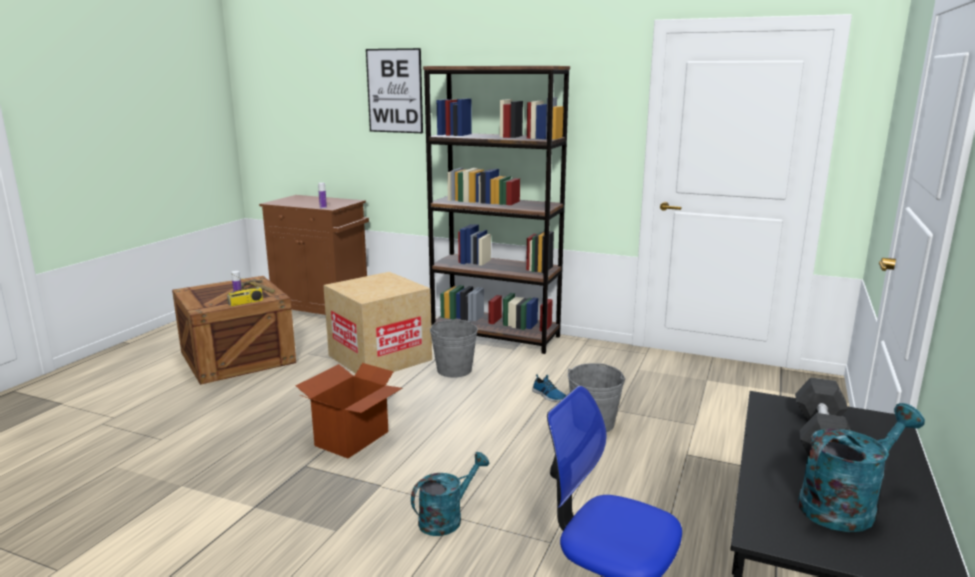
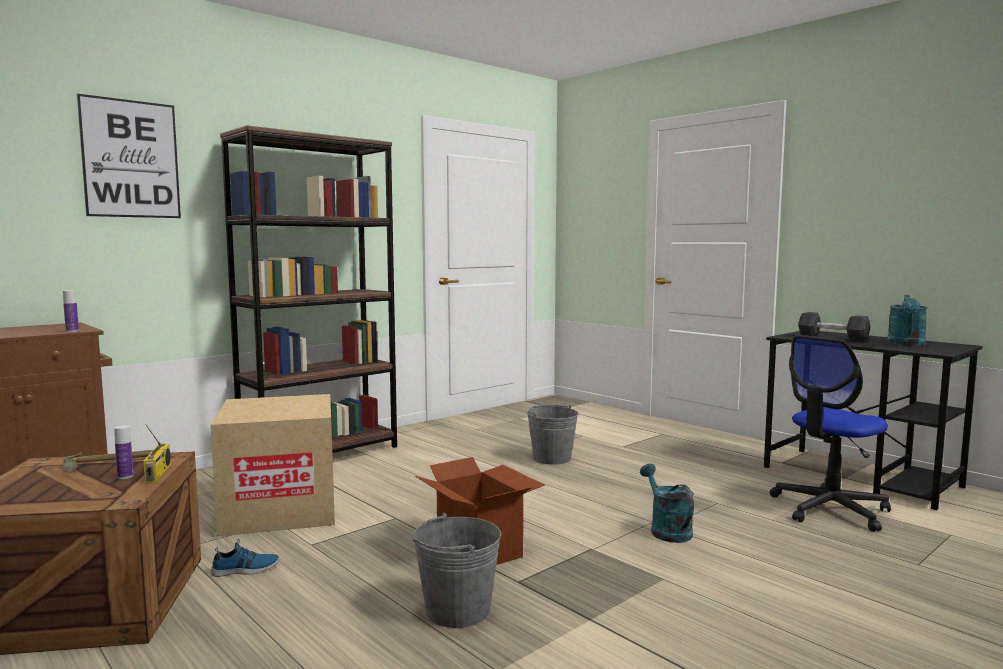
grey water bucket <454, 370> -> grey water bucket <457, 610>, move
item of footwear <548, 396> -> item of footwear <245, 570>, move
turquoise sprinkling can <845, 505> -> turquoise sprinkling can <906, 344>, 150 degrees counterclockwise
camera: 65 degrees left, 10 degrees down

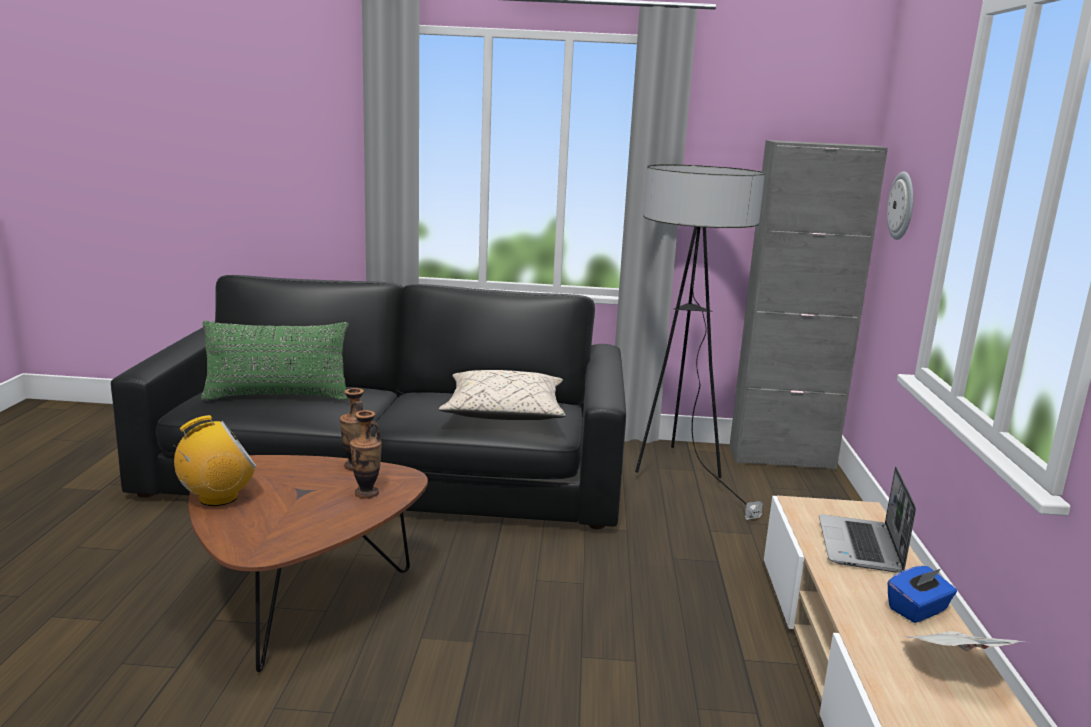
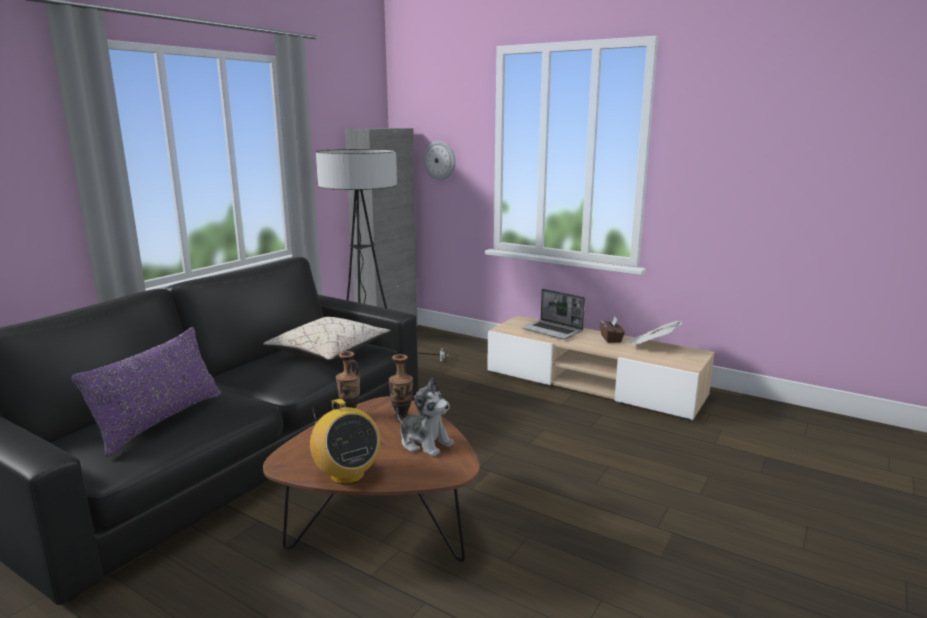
radio <218, 498> -> radio <347, 475>, 150 degrees clockwise
green-coloured throw pillow <277, 396> -> purplish throw pillow <161, 421>
blue tissue holder <918, 610> -> brown tissue holder <611, 339>
none -> cuddly toy <425, 443>
camera: 60 degrees left, 0 degrees up

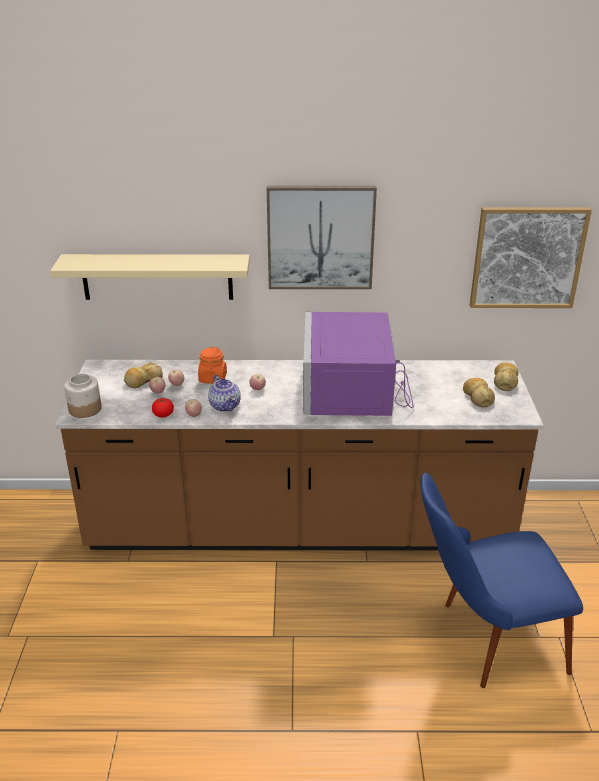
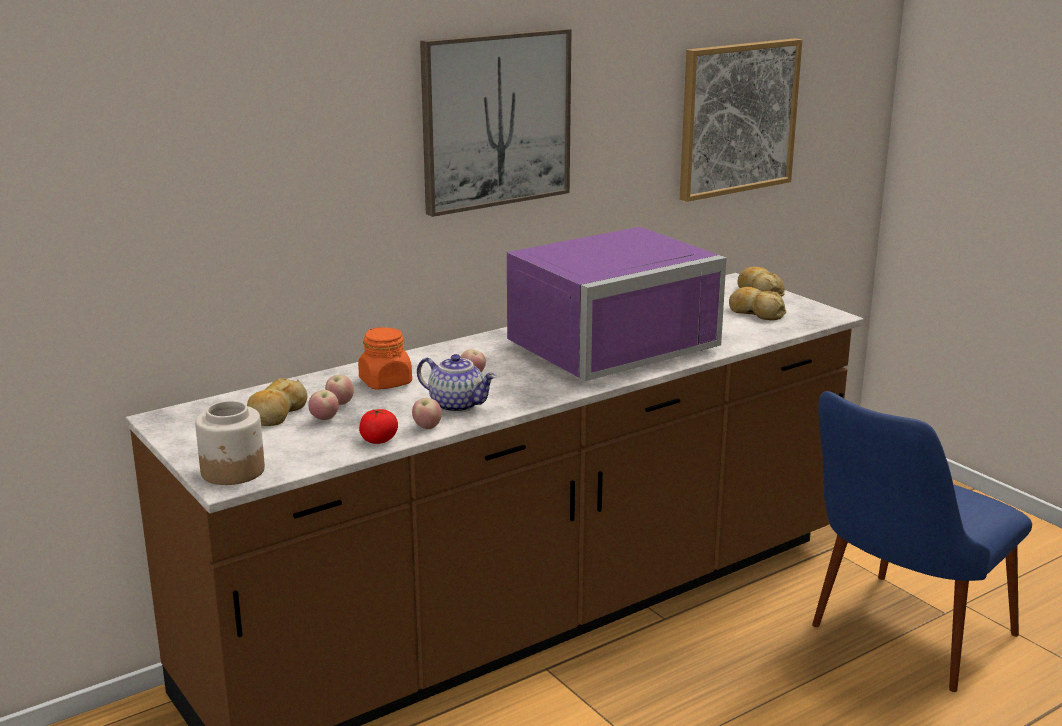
beige shelf <157, 277> -> none
purplish microwave oven <355, 390> -> purplish microwave oven <605, 343>, 90 degrees counterclockwise
camera: 35 degrees left, 10 degrees down

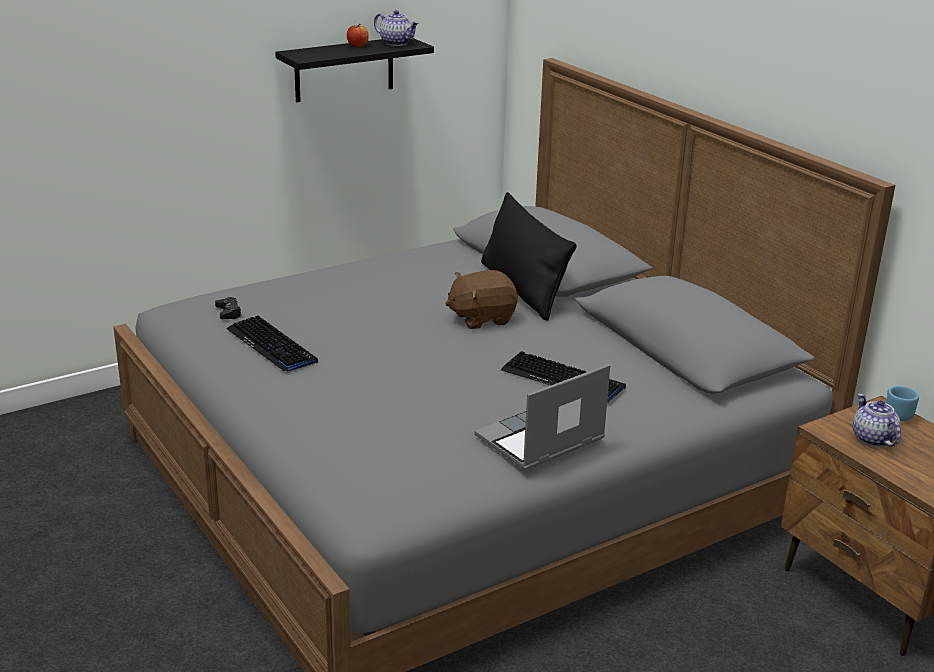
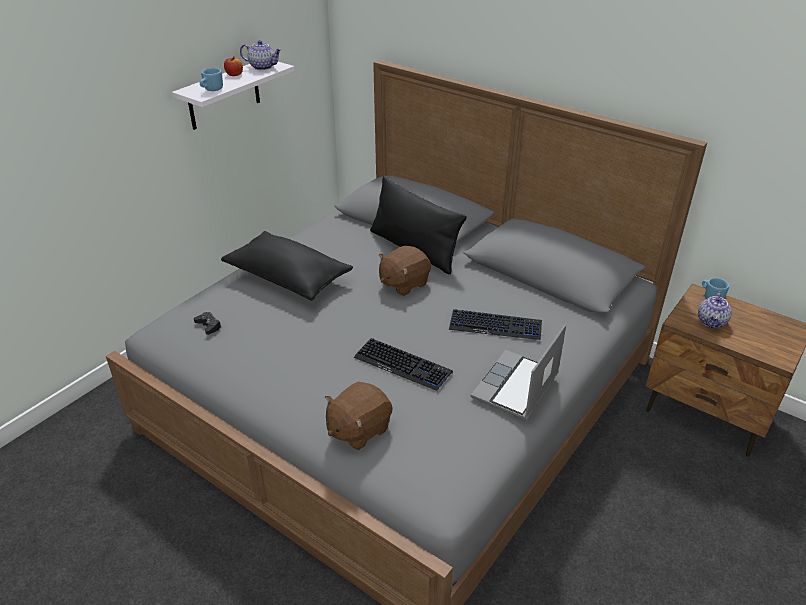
keyboard <272, 345> -> keyboard <403, 365>, move
blackish shelf <344, 69> -> white shelf <224, 94>
tea pot <872, 438> -> tea pot <712, 322>, 120 degrees counterclockwise
none -> blue tea mug <211, 90>
none -> blackish throw pillow <288, 278>
none -> brown cuddly toy <358, 429>
camera: 20 degrees left, 10 degrees up

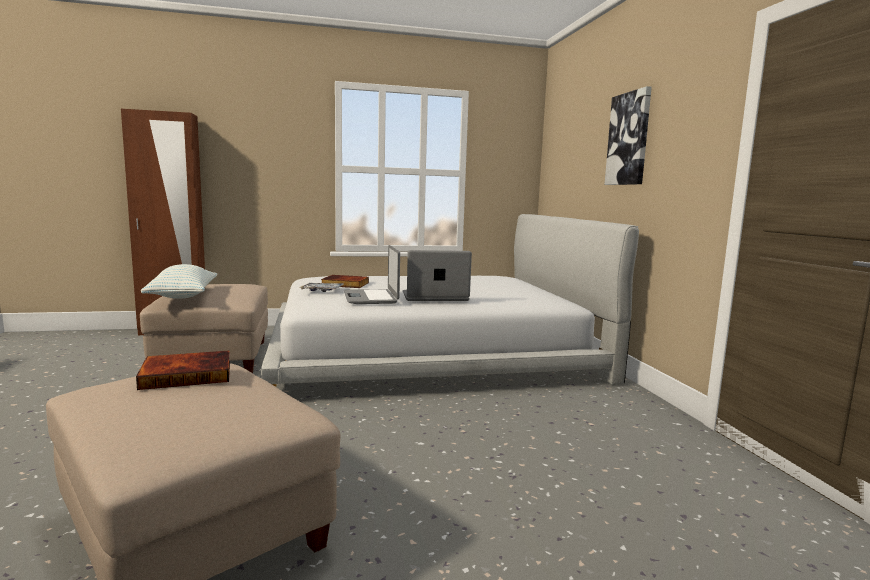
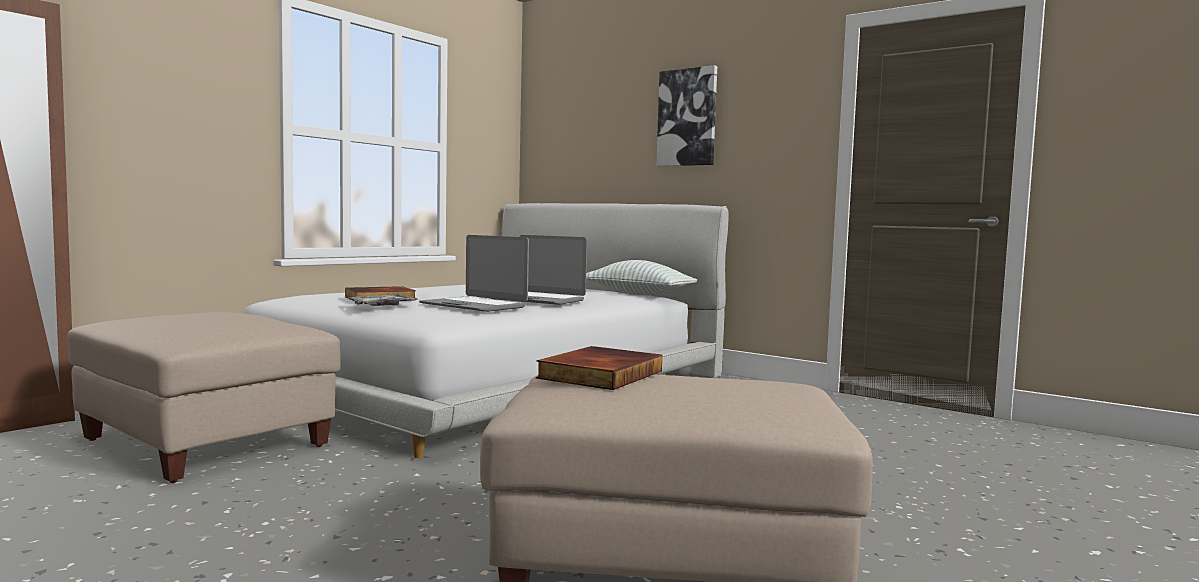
throw pillow <183, 296> -> throw pillow <638, 294>, move
laptop <435, 297> -> laptop <537, 300>, 105 degrees counterclockwise
camera: 40 degrees left, 5 degrees down

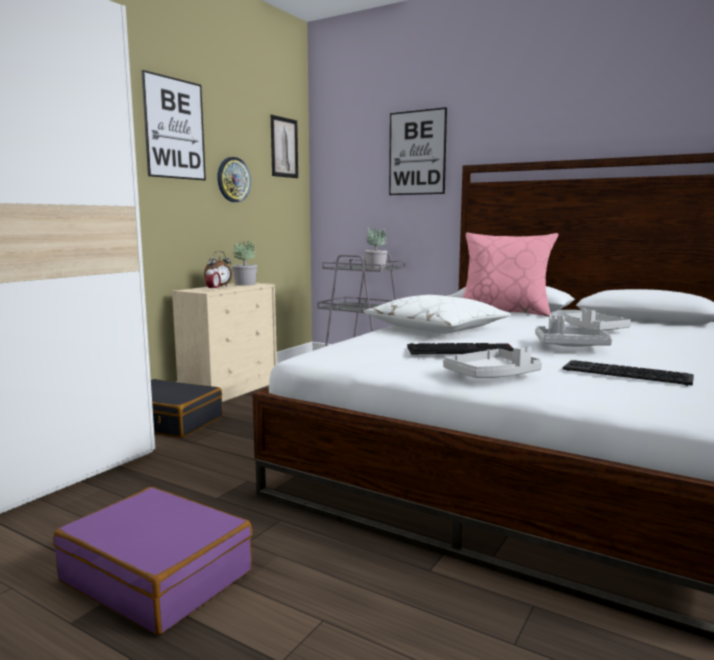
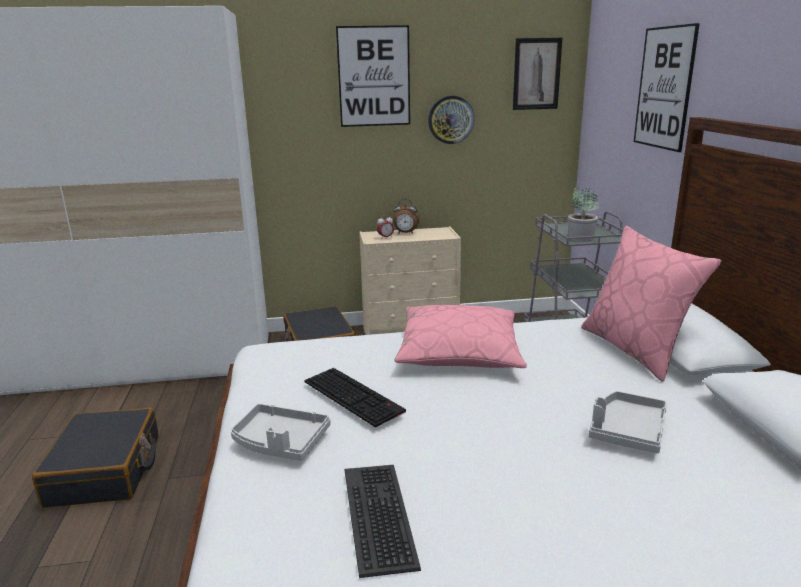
purplish suitcase <158, 576> -> blackish suitcase <106, 470>
plant in a pot <245, 284> -> none
white throw pillow <436, 329> -> pinkish throw pillow <459, 351>
grey serving tray <570, 345> -> none
camera: 50 degrees right, 10 degrees up

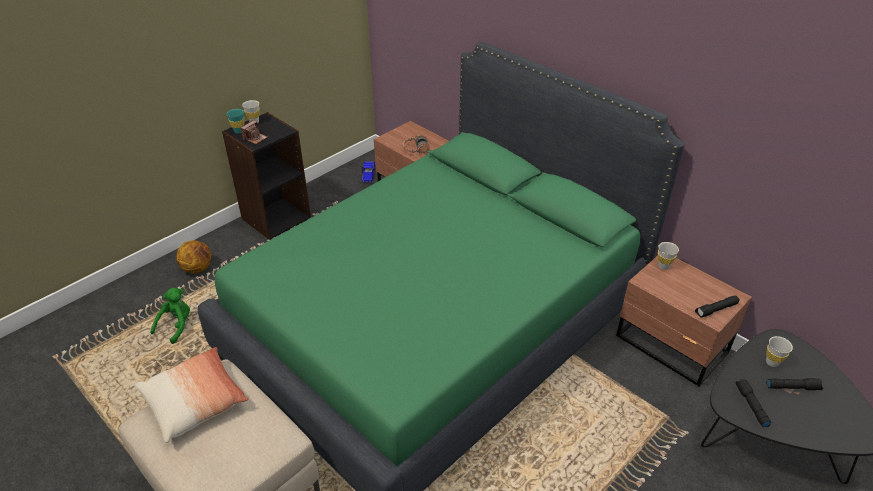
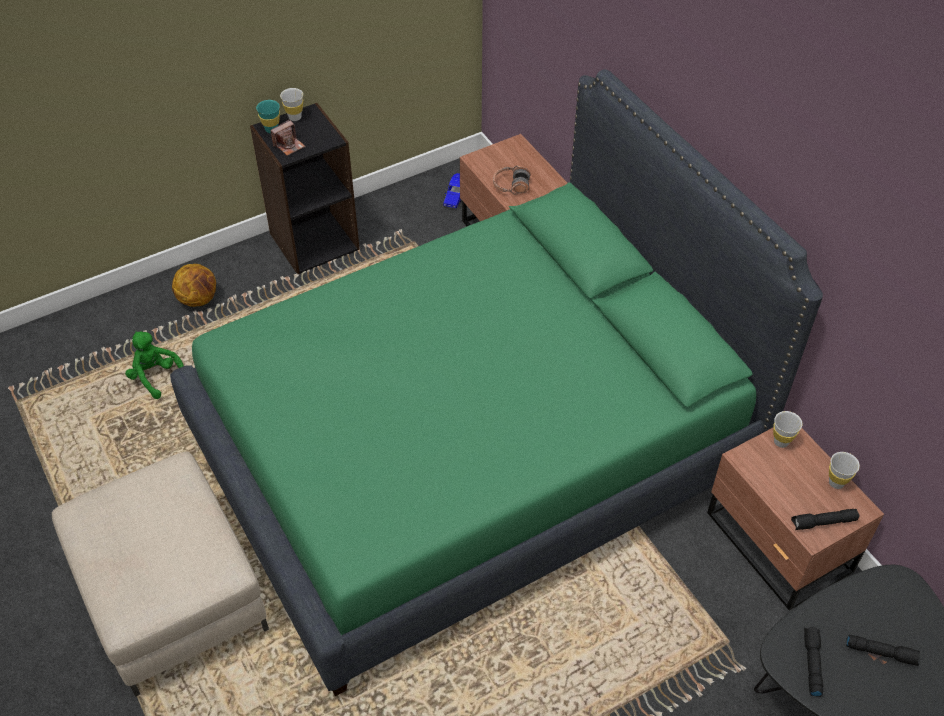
throw pillow <195, 402> -> none
green-coloured cuddly toy <176, 326> -> green-coloured cuddly toy <156, 377>, 90 degrees counterclockwise
white drinking cup <772, 362> -> white drinking cup <836, 482>, move
camera: 15 degrees right, 10 degrees up

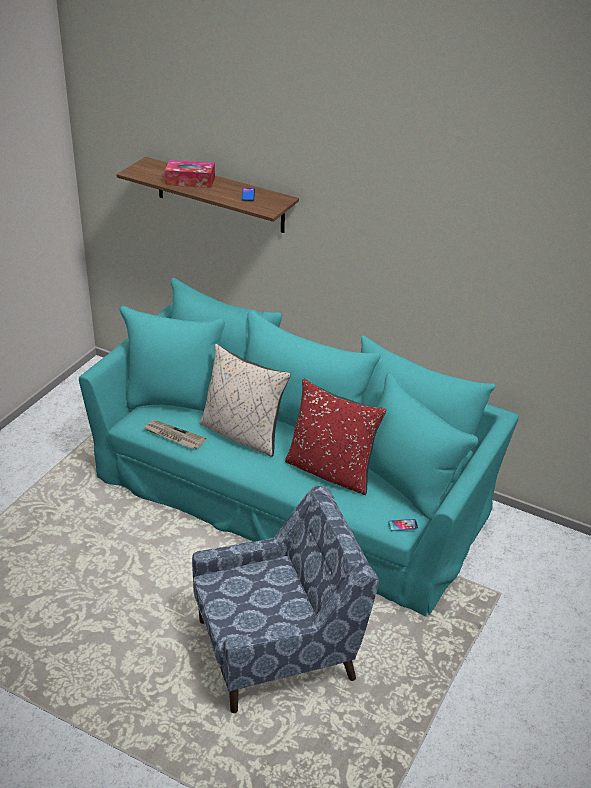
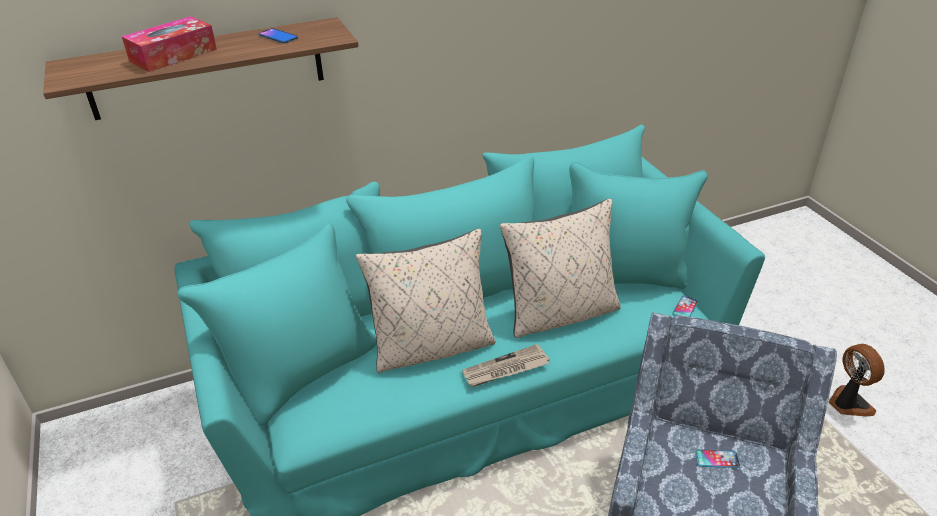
newspaper <173, 436> -> newspaper <505, 369>, move
red throw pillow <331, 471> -> beige throw pillow <561, 314>
none -> telephone <717, 459>
none -> cooling fan <848, 403>
camera: 50 degrees left, 0 degrees up

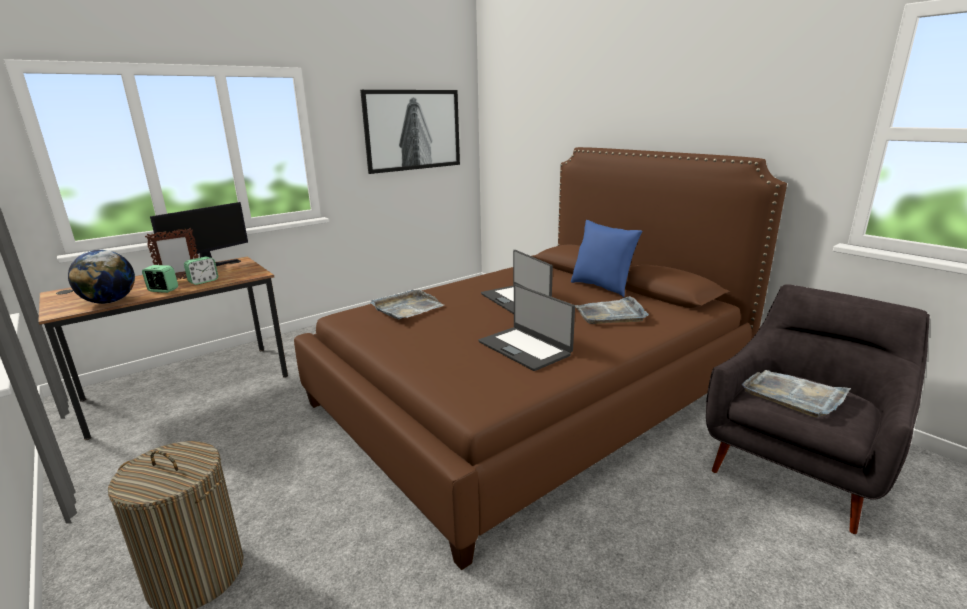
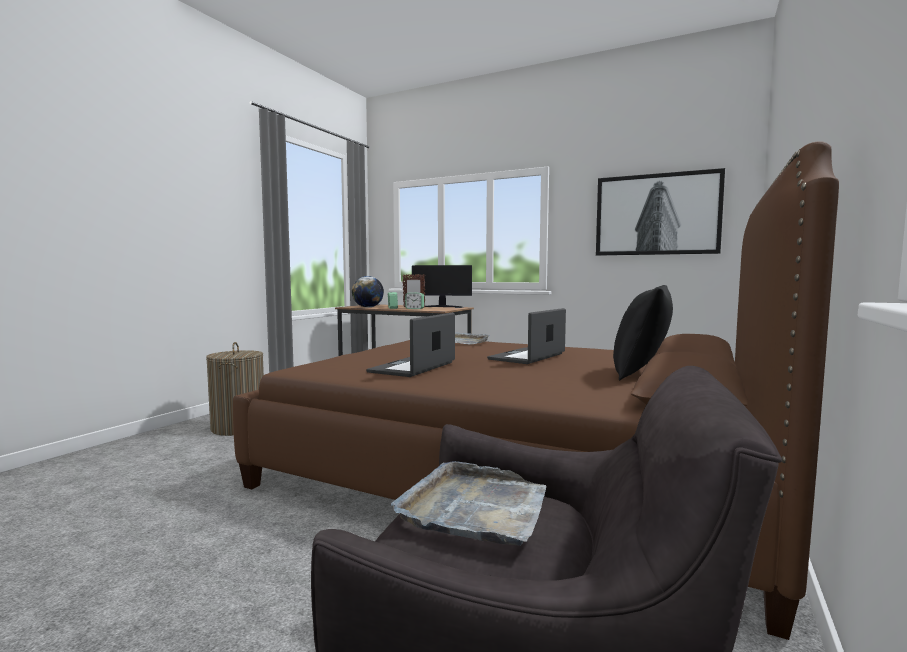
blue throw pillow <602, 287> -> blackish throw pillow <641, 374>
grey serving tray <610, 314> -> none
camera: 65 degrees right, 15 degrees down

